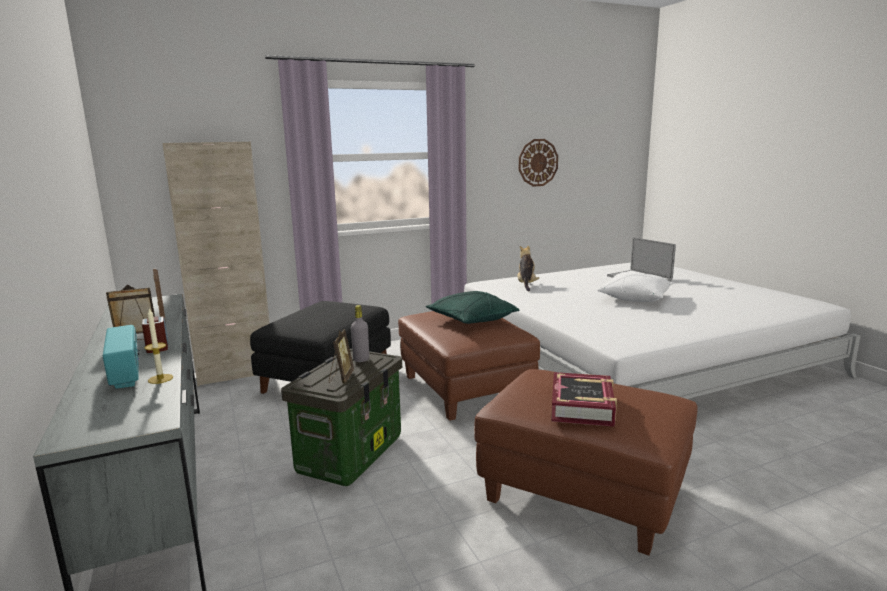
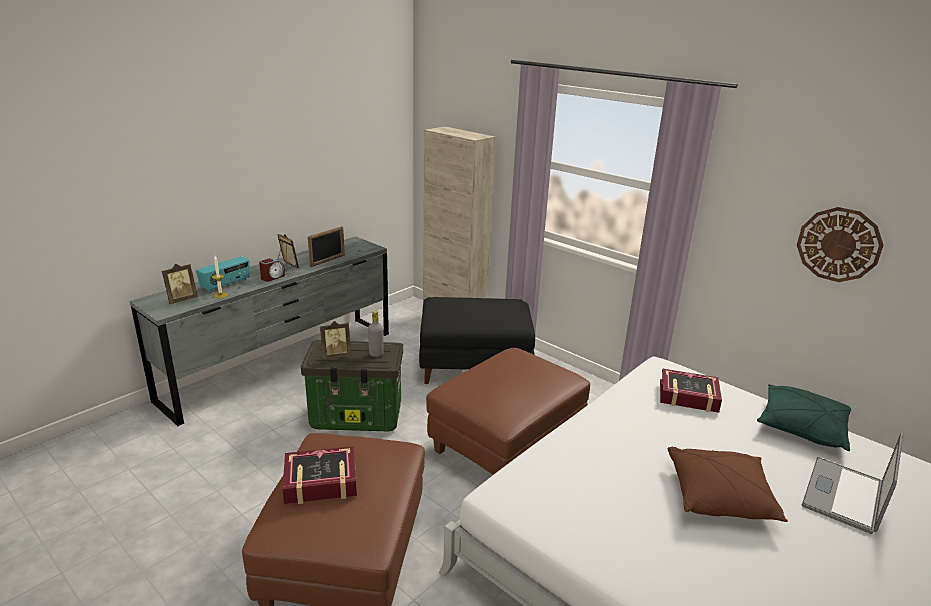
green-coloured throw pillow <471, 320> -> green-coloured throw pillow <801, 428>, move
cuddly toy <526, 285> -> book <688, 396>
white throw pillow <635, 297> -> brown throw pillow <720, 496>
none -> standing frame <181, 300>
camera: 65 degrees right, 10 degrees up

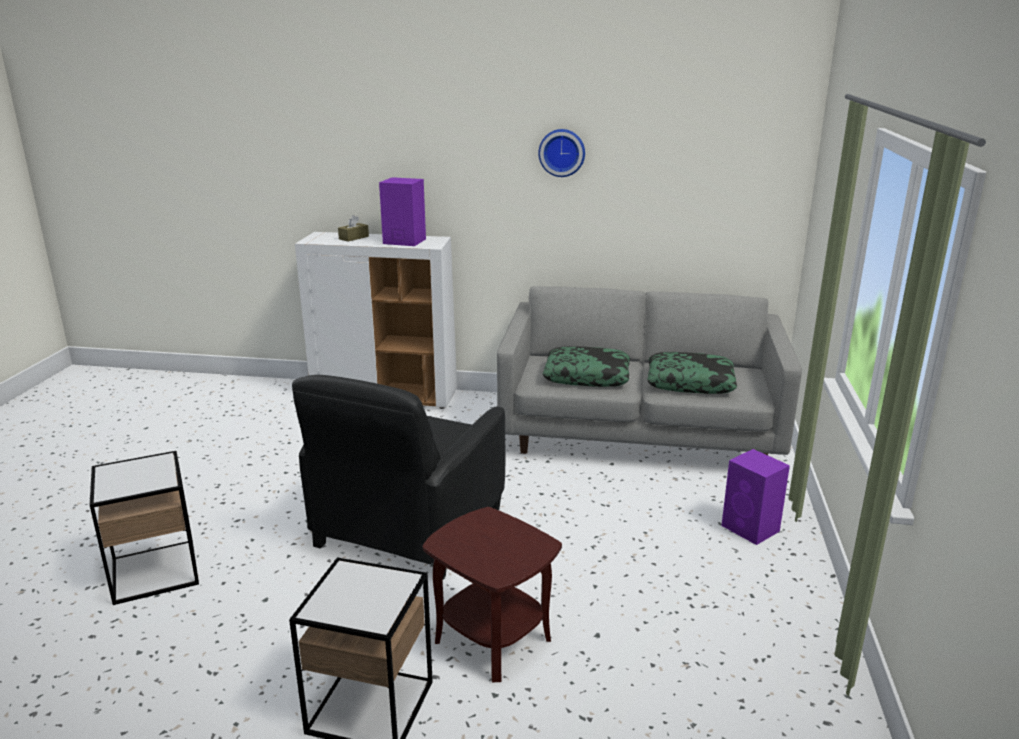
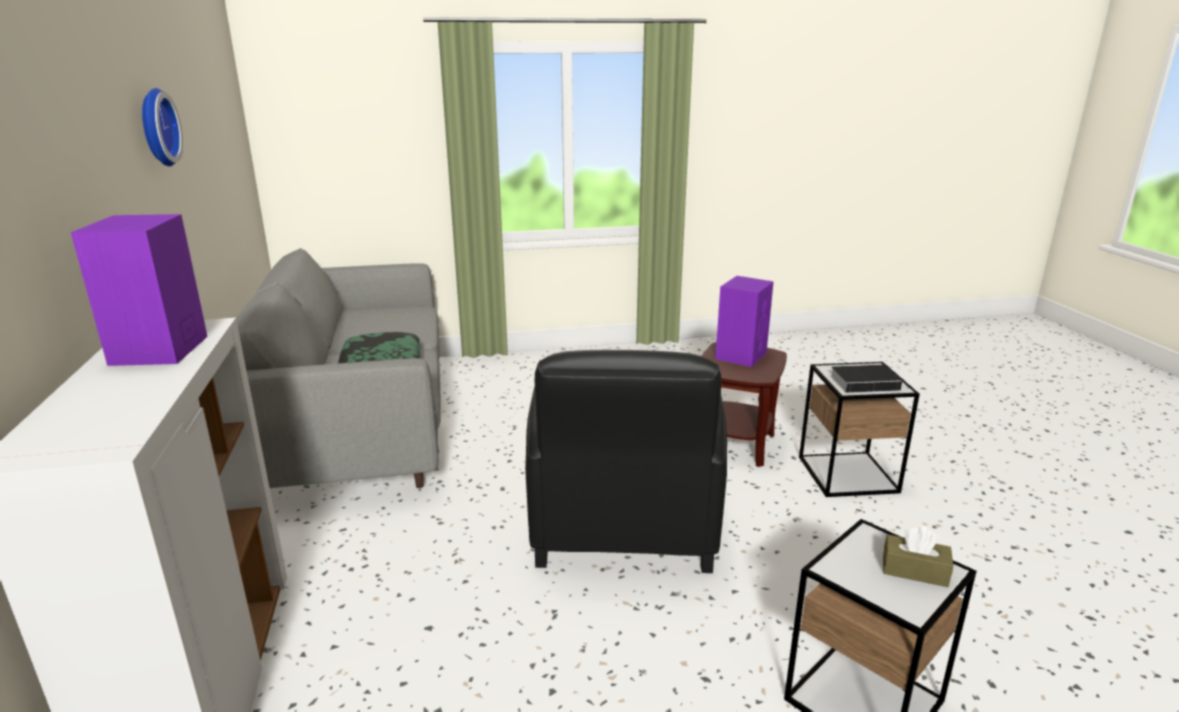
blackish armchair <408, 528> -> blackish armchair <624, 523>, 90 degrees clockwise
brown tissue holder <353, 238> -> brown tissue holder <914, 571>, move
throw pillow <690, 382> -> none
purplish audio speaker <751, 529> -> purplish audio speaker <741, 355>, move
none -> book <866, 382>
camera: 110 degrees left, 0 degrees up

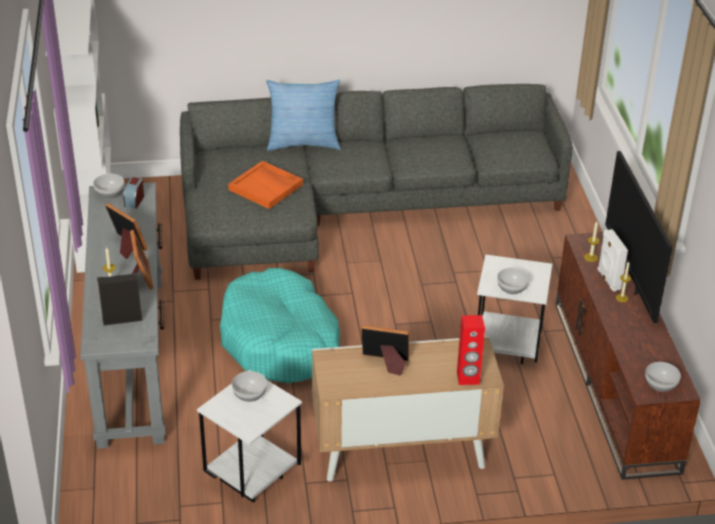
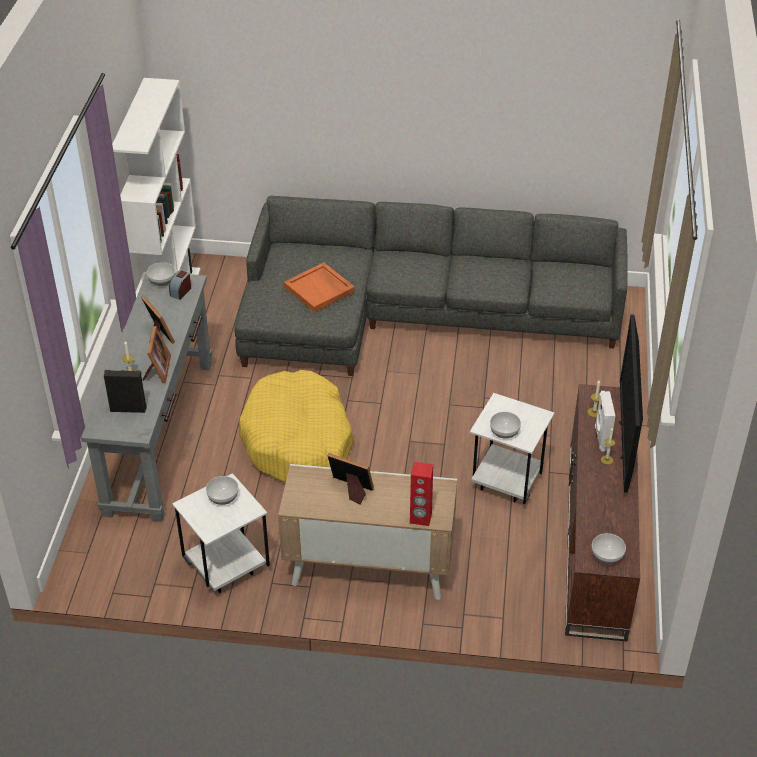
turquoise pet bed <280, 341> -> yellow pet bed <298, 441>
throw pillow <303, 143> -> none
camera: 15 degrees right, 5 degrees up

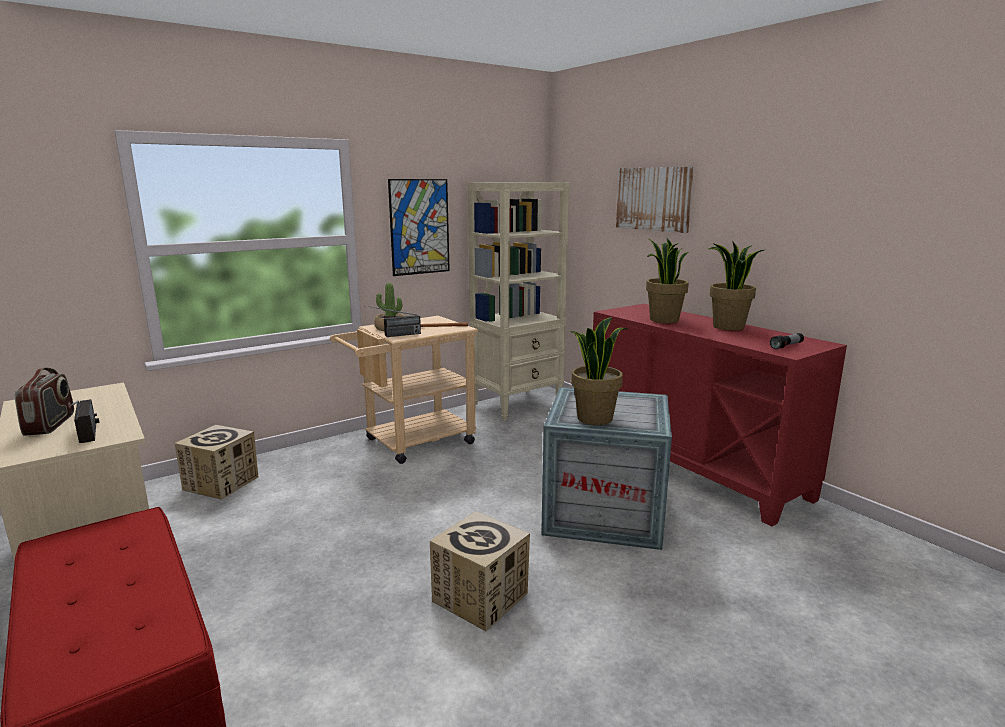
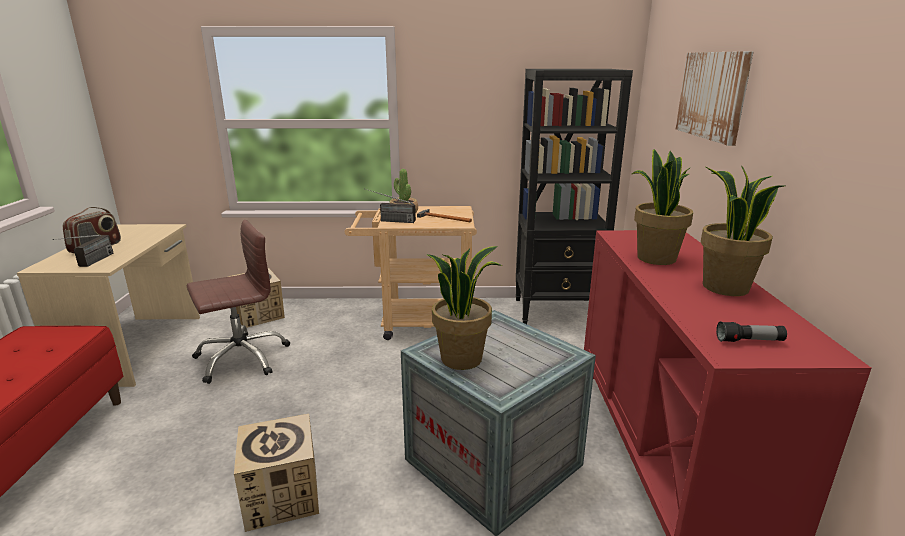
wall picture <419, 227> -> none
beige bookshelf <517, 405> -> blackish bookshelf <557, 311>
none -> brown computer chair <242, 358>
camera: 35 degrees right, 5 degrees up

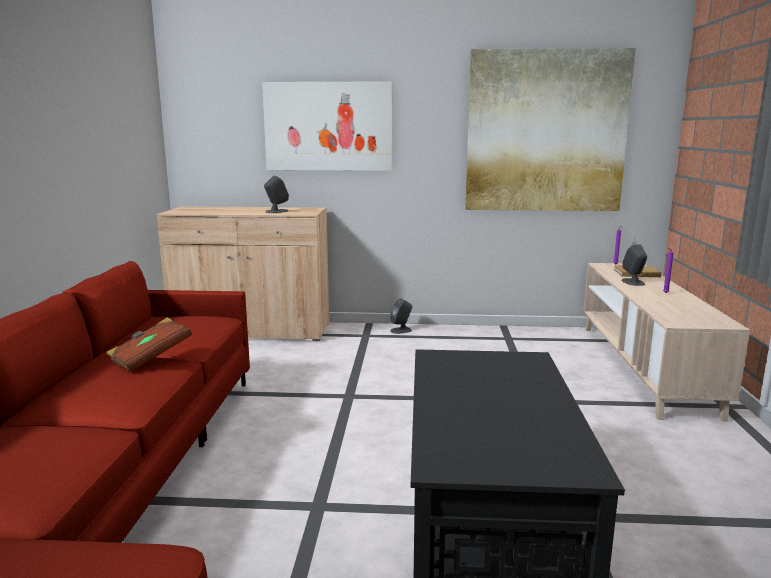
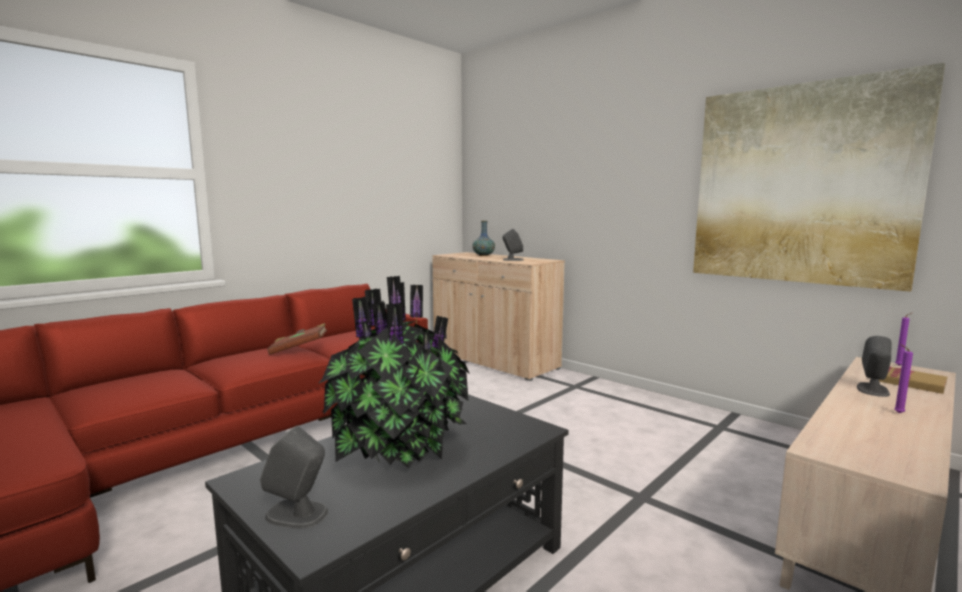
wall picture <328, 126> -> none
grey audio speaker <401, 330> -> grey audio speaker <297, 514>, move
none -> plant in a pot <397, 448>
none -> vase <483, 255>
camera: 40 degrees right, 5 degrees down

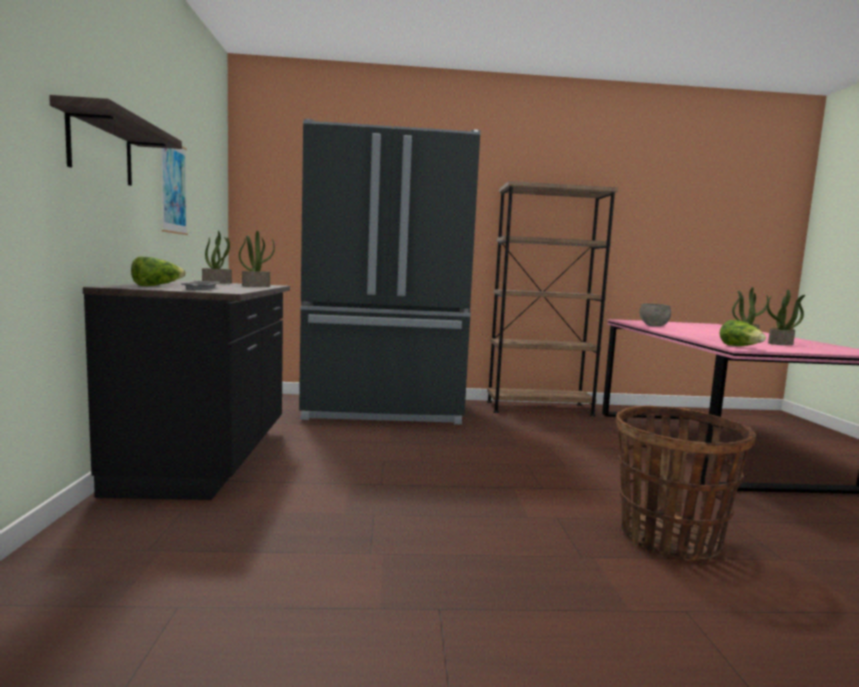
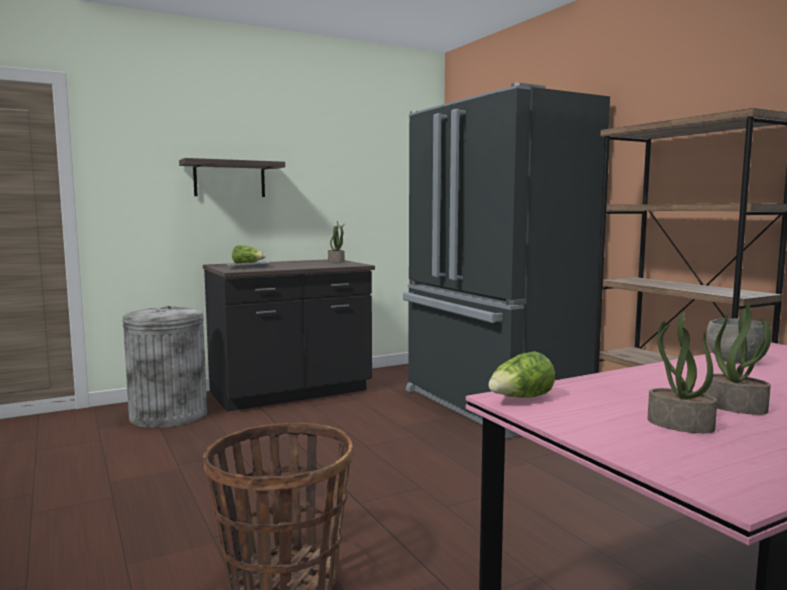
wall picture <173, 188> -> none
plant in a pot <256, 286> -> none
none -> grey waste bin <168, 415>
camera: 65 degrees right, 0 degrees up

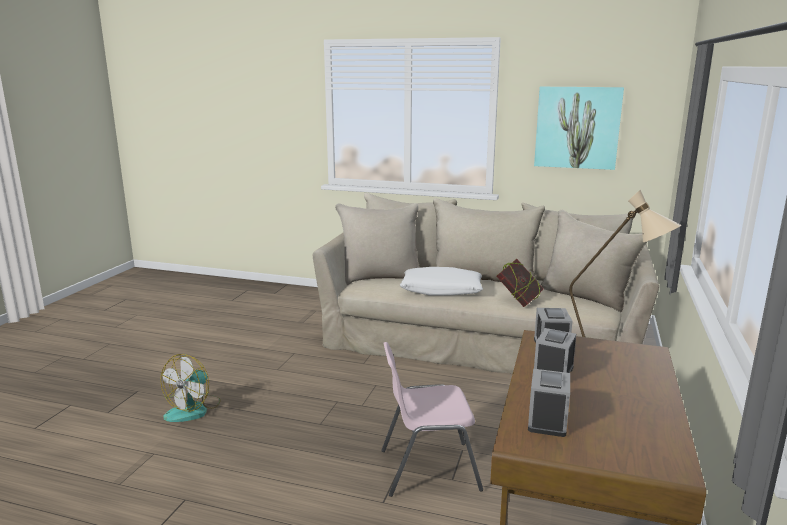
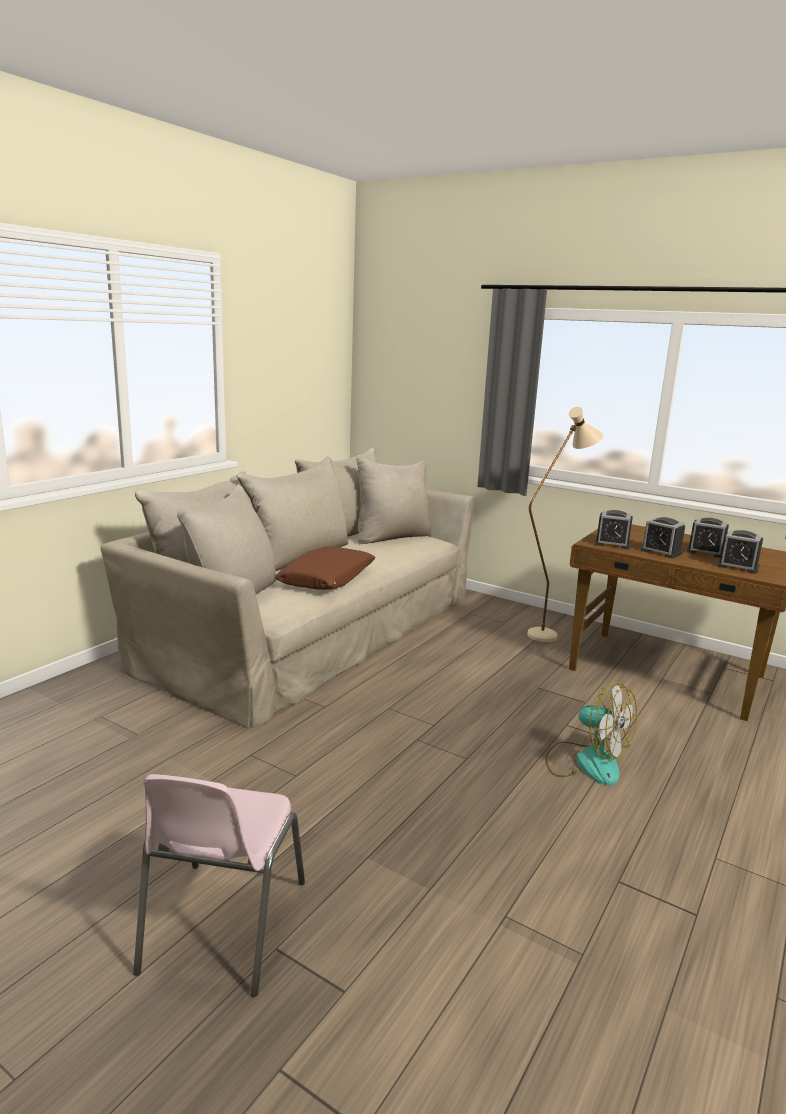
cooling fan <193, 409> -> cooling fan <586, 762>, move
pinkish plain chair <427, 469> -> pinkish plain chair <221, 927>, move
white throw pillow <441, 290> -> brown throw pillow <327, 579>
book <518, 301> -> none
wall picture <577, 127> -> none
none -> table clock <705, 552>
camera: 75 degrees left, 0 degrees up

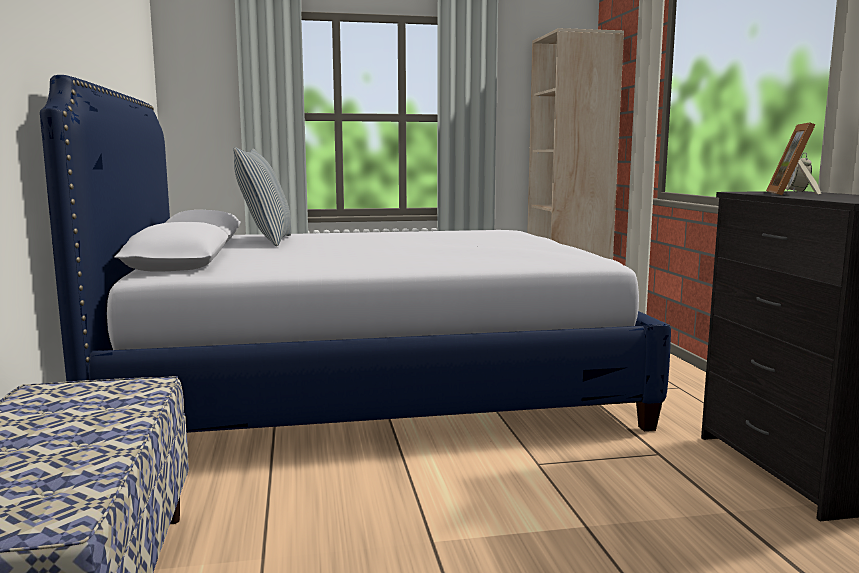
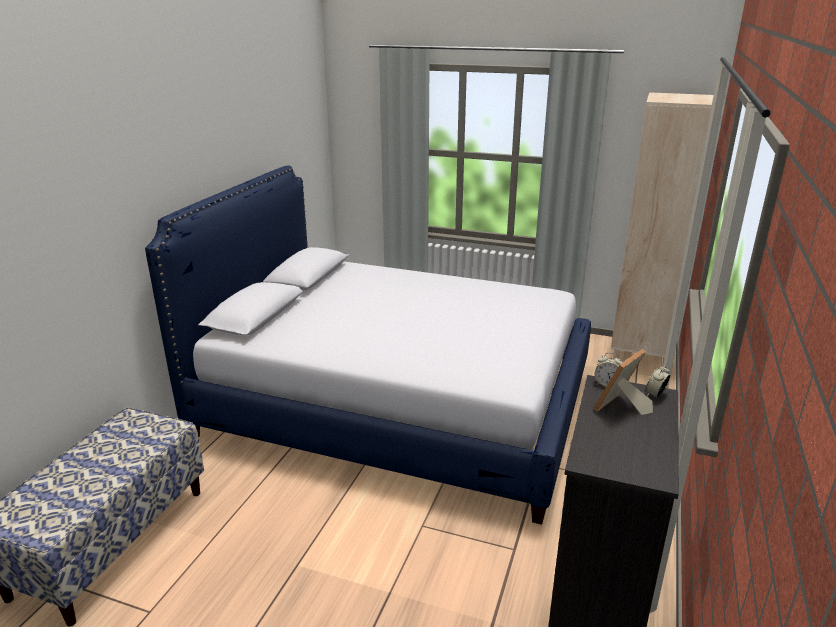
throw pillow <266, 241> -> none
none -> table clock <606, 384>
camera: 30 degrees right, 15 degrees up

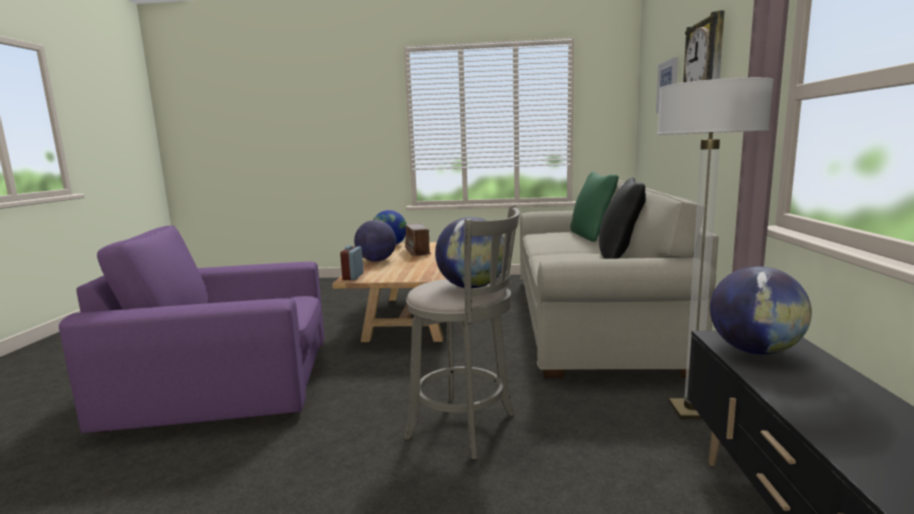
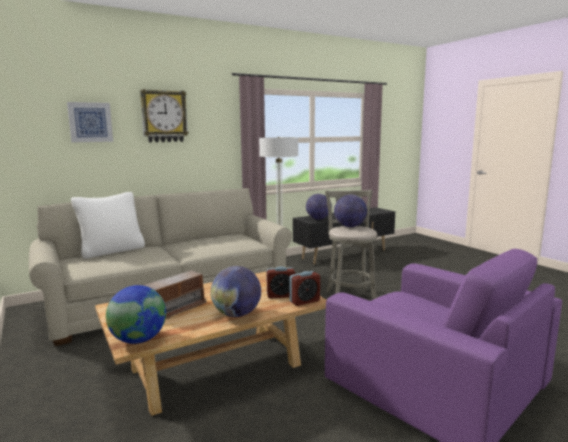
green-coloured throw pillow <591, 236> -> white throw pillow <112, 251>
blackish throw pillow <619, 258> -> none
none -> table clock <281, 295>
camera: 125 degrees left, 0 degrees up

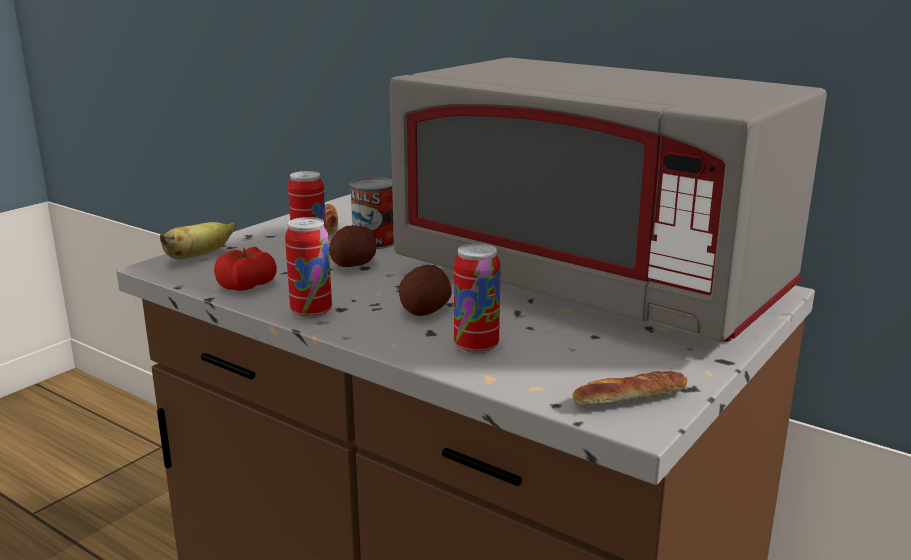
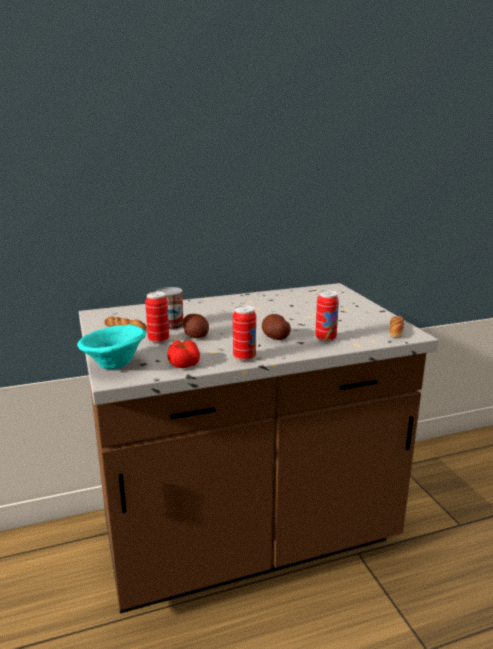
banana fruit <198, 256> -> turquoise bowl <115, 365>
grey microwave oven <590, 286> -> none
camera: 55 degrees left, 0 degrees up

